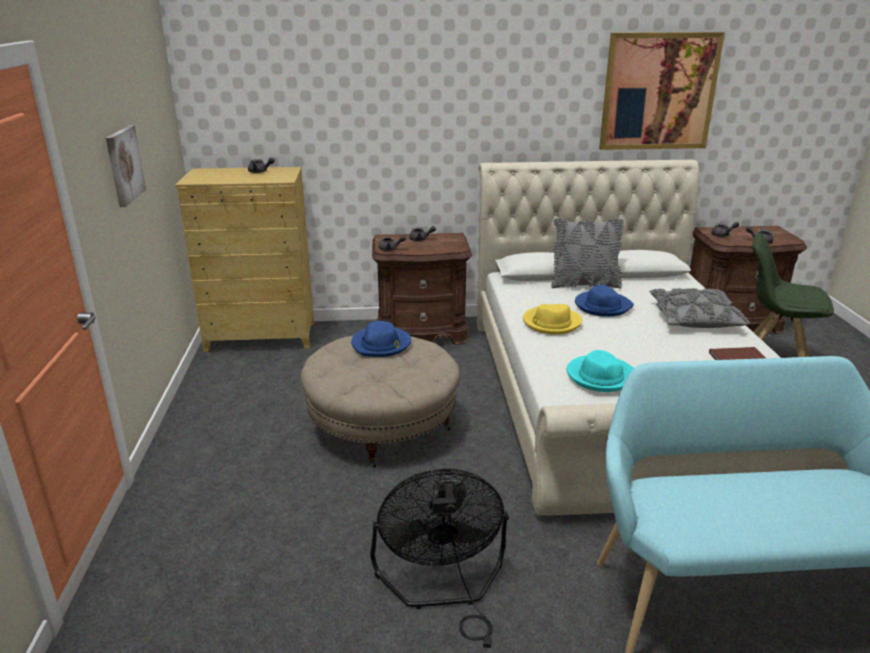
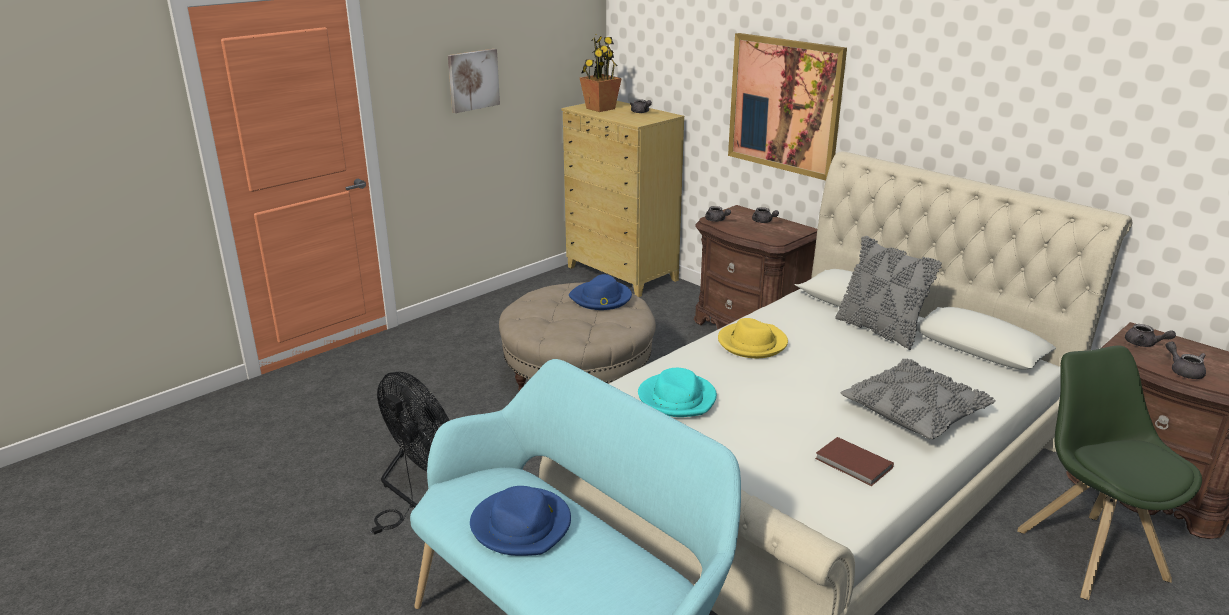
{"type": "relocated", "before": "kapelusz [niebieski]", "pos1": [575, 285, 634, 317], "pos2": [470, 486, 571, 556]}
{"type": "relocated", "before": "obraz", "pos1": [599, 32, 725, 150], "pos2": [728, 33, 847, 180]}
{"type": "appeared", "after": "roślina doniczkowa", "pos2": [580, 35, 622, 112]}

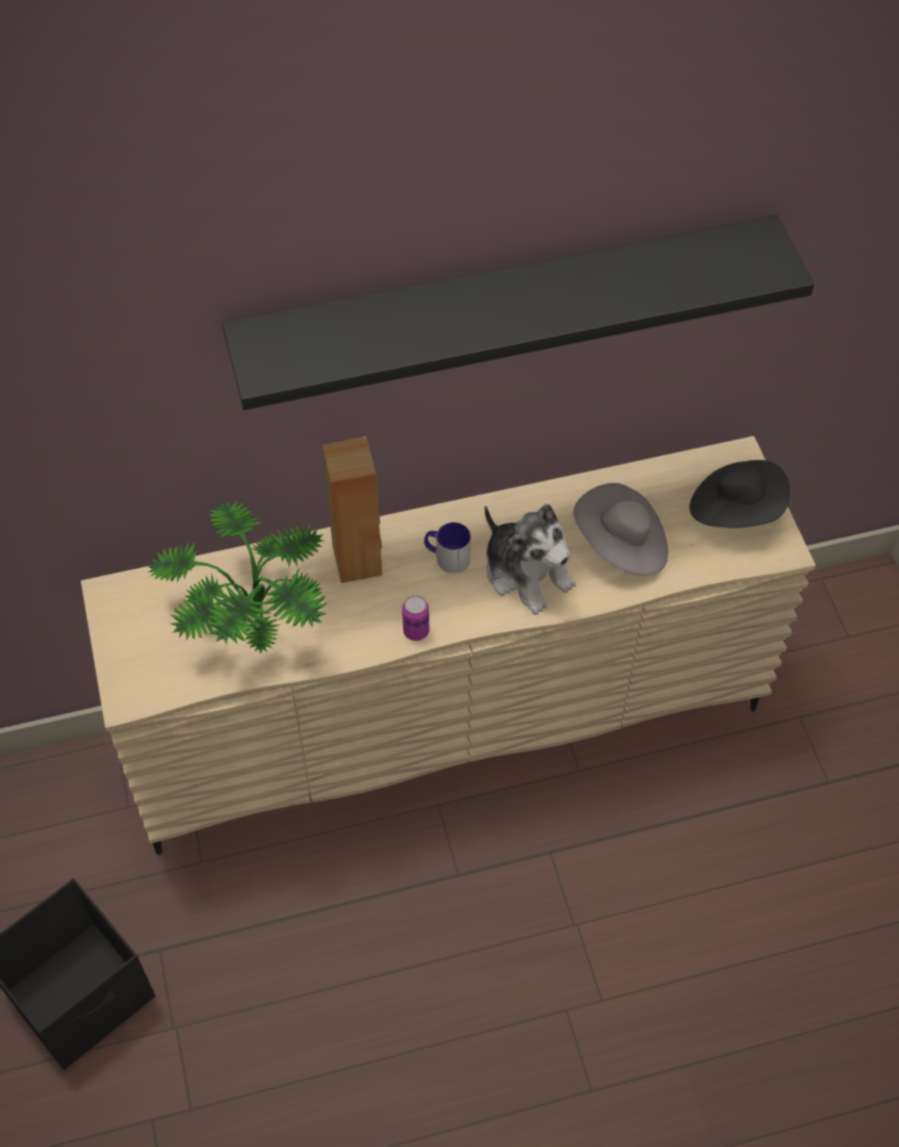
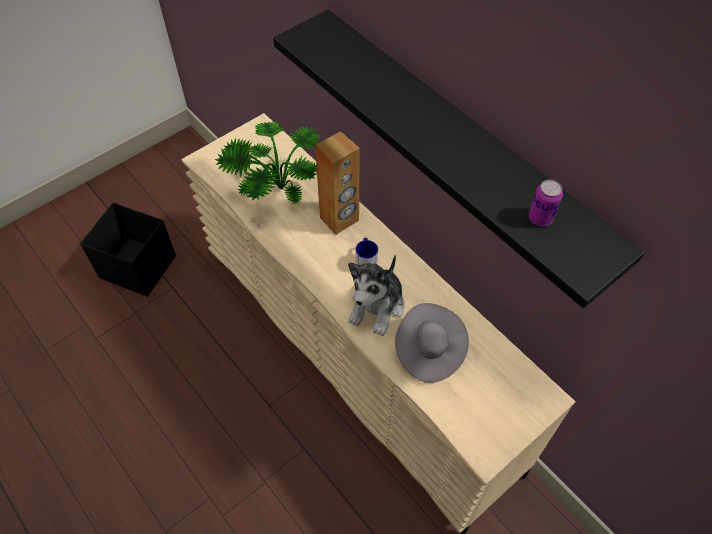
{"type": "relocated", "before": "puszka", "pos1": [402, 595, 429, 641], "pos2": [529, 180, 563, 226]}
{"type": "missing", "before": "kapelusz [czarny]", "pos1": [689, 460, 790, 528]}

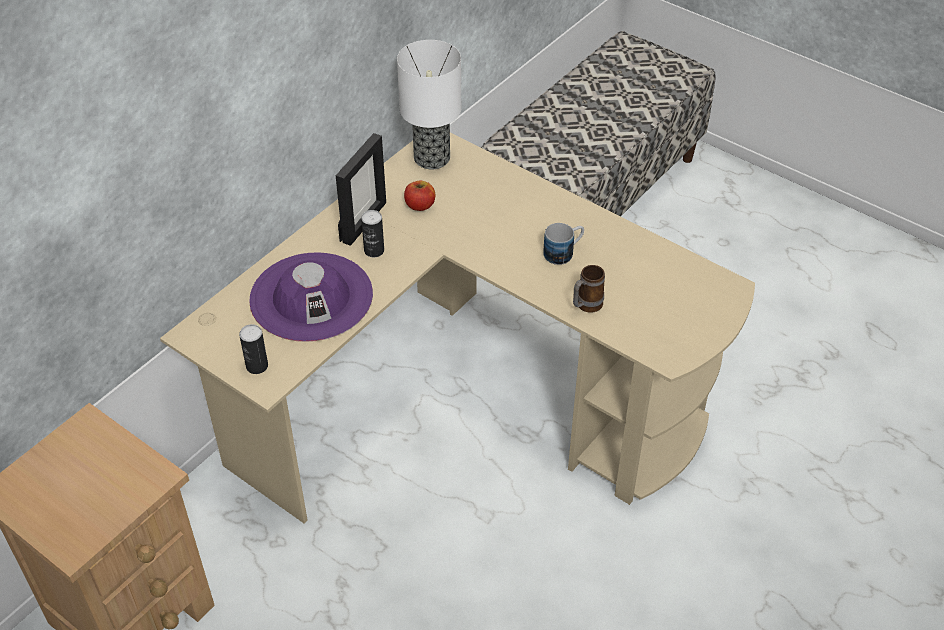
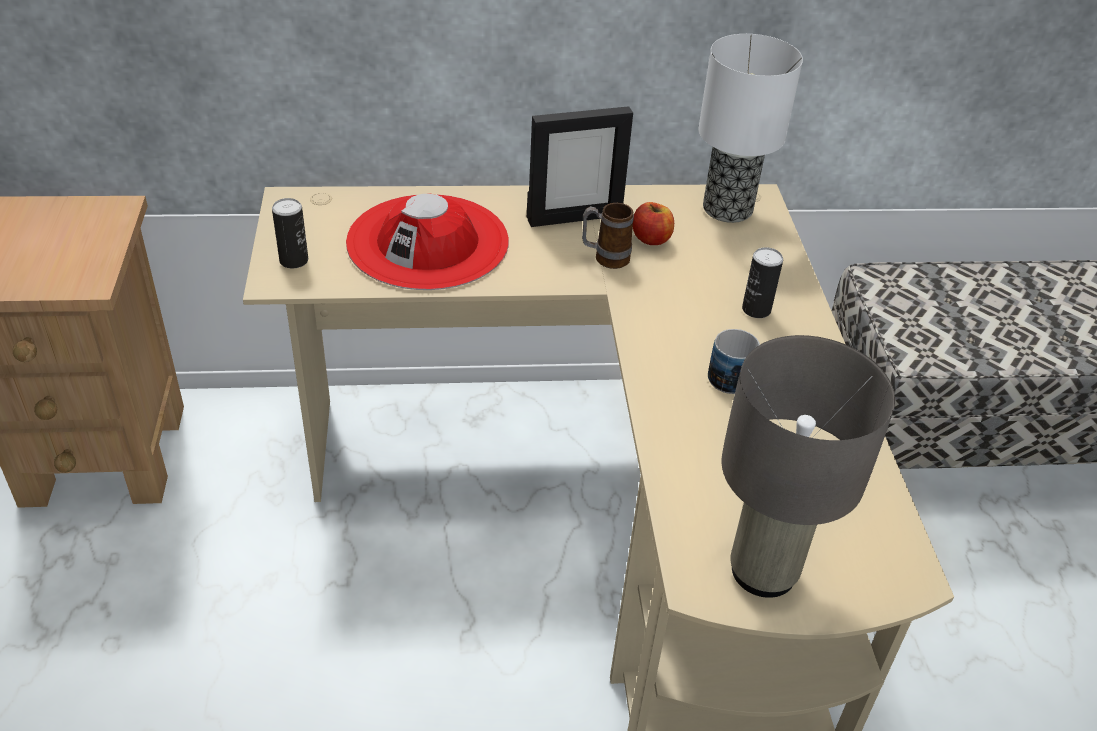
{"type": "colour", "before": "kapelusz [fioletowy]", "after": "kapelusz [czerwony]", "pos1": [249, 252, 373, 342], "pos2": [346, 194, 509, 290]}
{"type": "relocated", "before": "puszka", "pos1": [361, 210, 384, 257], "pos2": [742, 247, 783, 318]}
{"type": "relocated", "before": "kubek", "pos1": [573, 265, 605, 312], "pos2": [582, 203, 634, 269]}
{"type": "appeared", "after": "lampa stołowa [szary]", "pos2": [722, 335, 895, 598]}

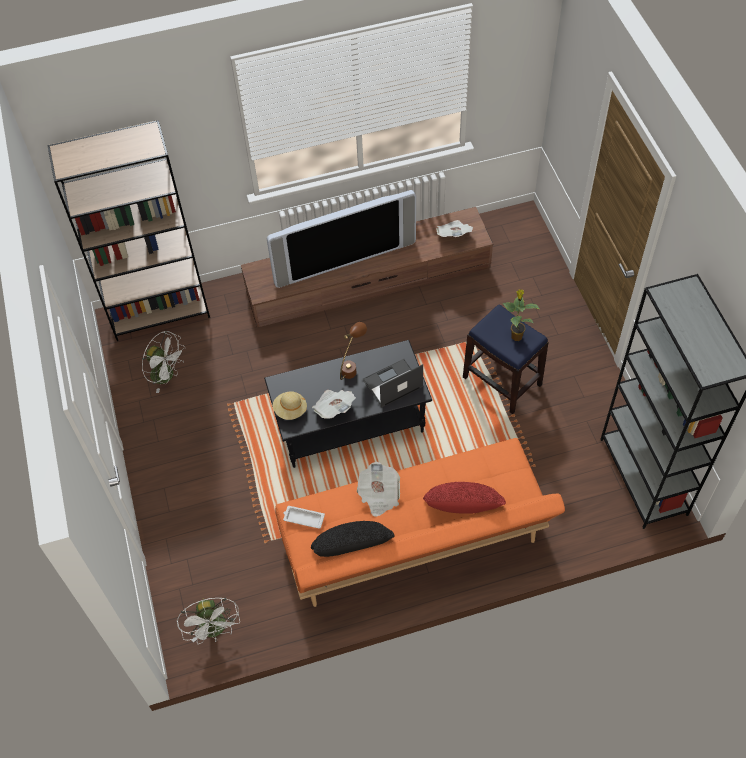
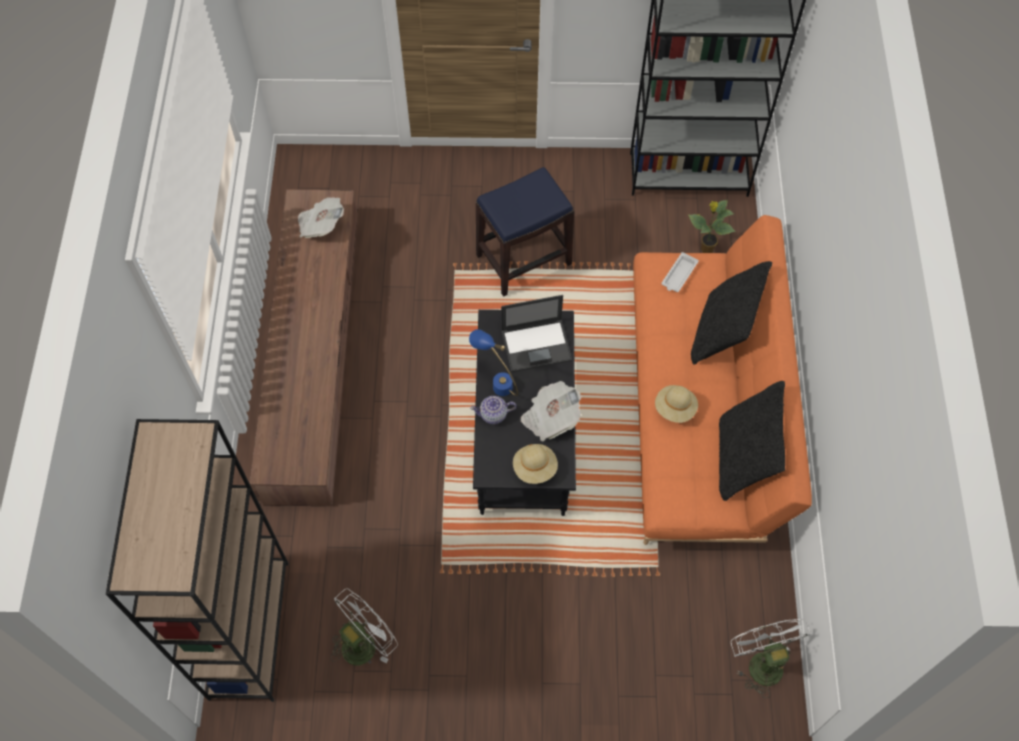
{"type": "spun", "before": "wentylator [biały]", "pos1": [177, 598, 240, 644], "pos2": [731, 619, 812, 698], "turn": -105}
{"type": "missing", "before": "telewizor", "pos1": [267, 190, 416, 288]}
{"type": "relocated", "before": "taca [biały]", "pos1": [283, 506, 325, 529], "pos2": [662, 252, 699, 292]}
{"type": "colour", "before": "lampa stołowa [brązowy]", "after": "lampa stołowa [niebieski]", "pos1": [340, 322, 367, 380], "pos2": [469, 329, 518, 396]}
{"type": "exchanged", "before": "gazeta", "after": "kapelusz [beżowy]", "pos1": [357, 462, 400, 517], "pos2": [655, 385, 698, 423]}
{"type": "spun", "before": "laptop", "pos1": [363, 359, 423, 407], "pos2": [501, 295, 572, 372], "turn": -90}
{"type": "colour", "before": "poduszka [czerwony]", "after": "poduszka [czarny]", "pos1": [423, 482, 506, 514], "pos2": [691, 261, 772, 365]}
{"type": "relocated", "before": "roślina doniczkowa", "pos1": [503, 289, 540, 341], "pos2": [688, 200, 736, 253]}
{"type": "appeared", "after": "imbryk", "pos2": [470, 396, 517, 424]}

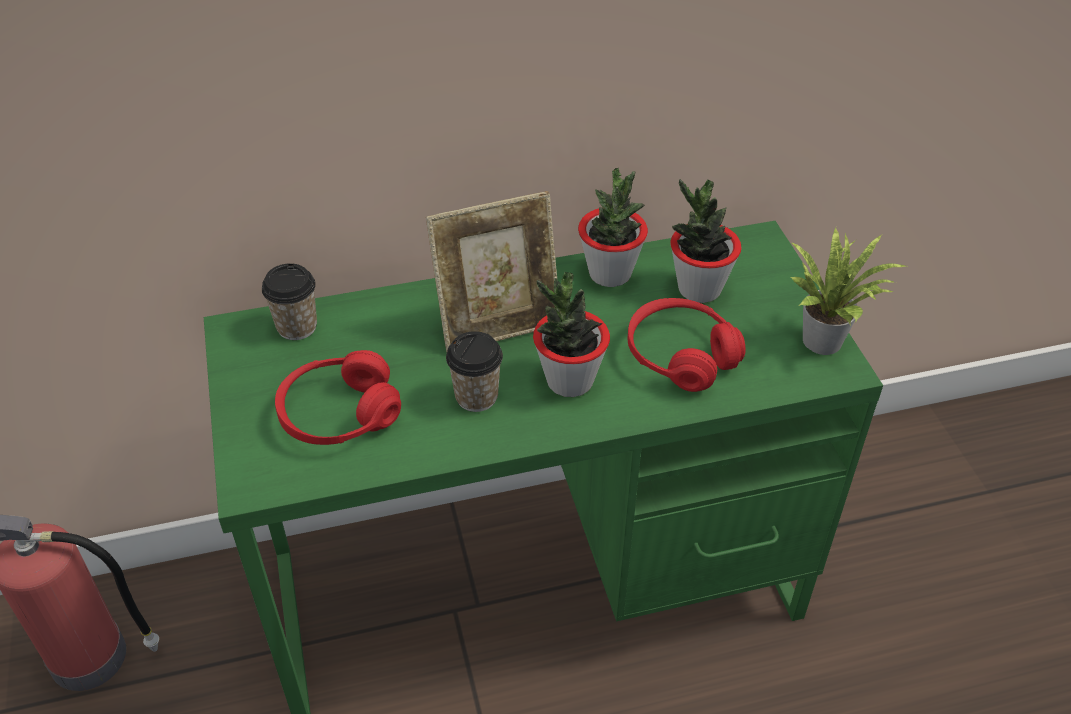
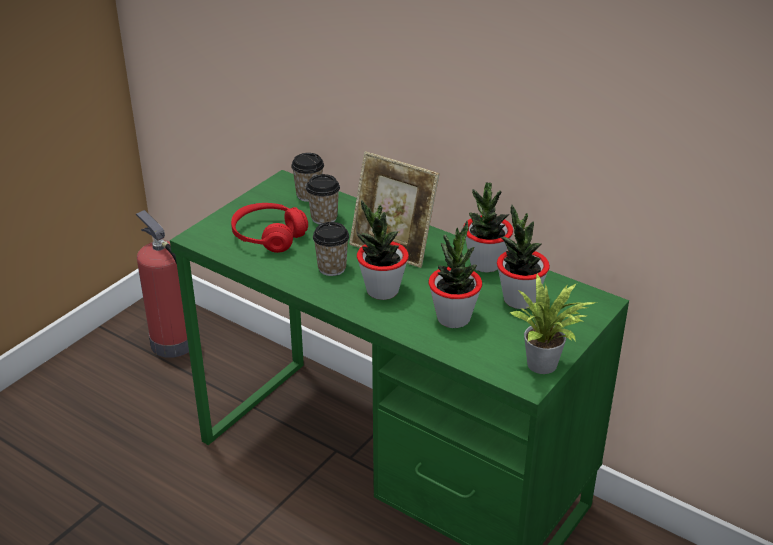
{"type": "exchanged", "before": "słuchawki [czerwony]", "after": "roślina doniczkowa", "pos1": [628, 298, 746, 392], "pos2": [429, 221, 482, 328]}
{"type": "appeared", "after": "filiżanka", "pos2": [306, 174, 340, 225]}

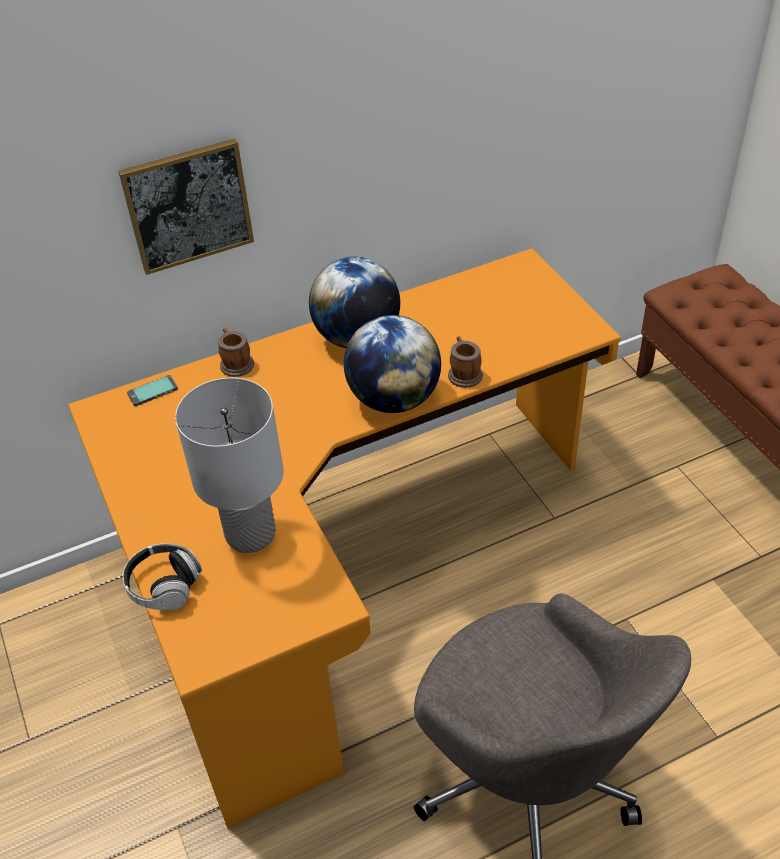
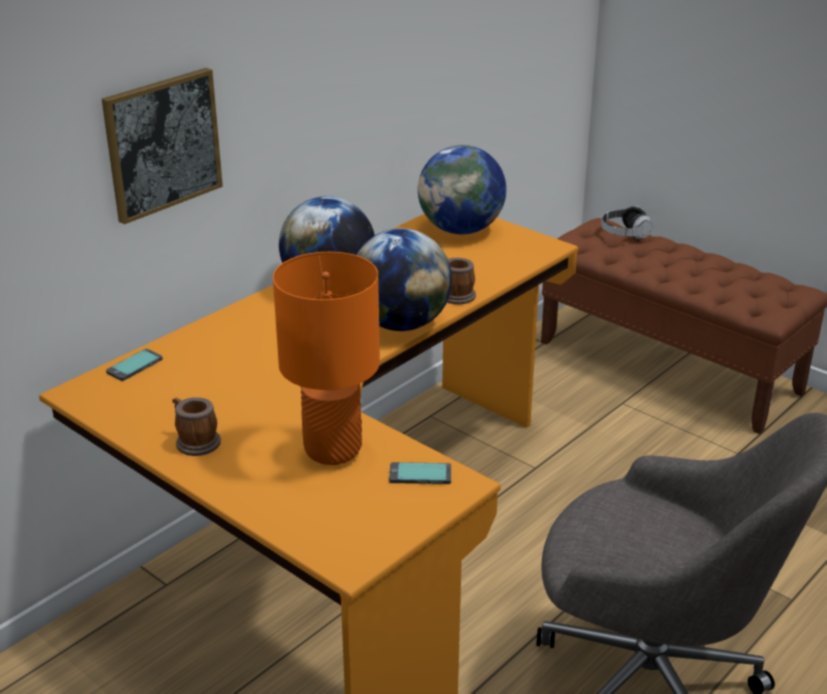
{"type": "relocated", "before": "słuchawki", "pos1": [123, 543, 202, 610], "pos2": [601, 206, 653, 239]}
{"type": "colour", "before": "lampa stołowa [szary]", "after": "lampa stołowa [pomarańczowy]", "pos1": [175, 378, 284, 553], "pos2": [273, 252, 380, 465]}
{"type": "relocated", "before": "kubek", "pos1": [218, 328, 254, 377], "pos2": [172, 397, 221, 456]}
{"type": "appeared", "after": "telefon", "pos2": [389, 462, 451, 484]}
{"type": "appeared", "after": "globus", "pos2": [418, 145, 506, 234]}

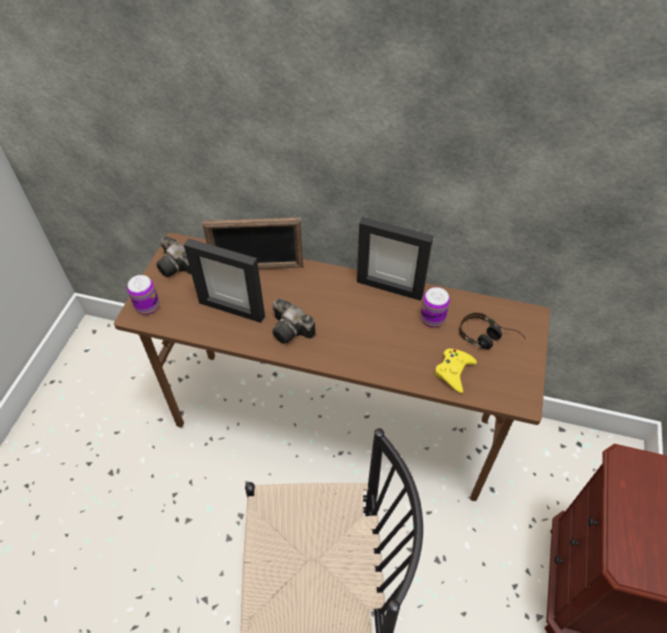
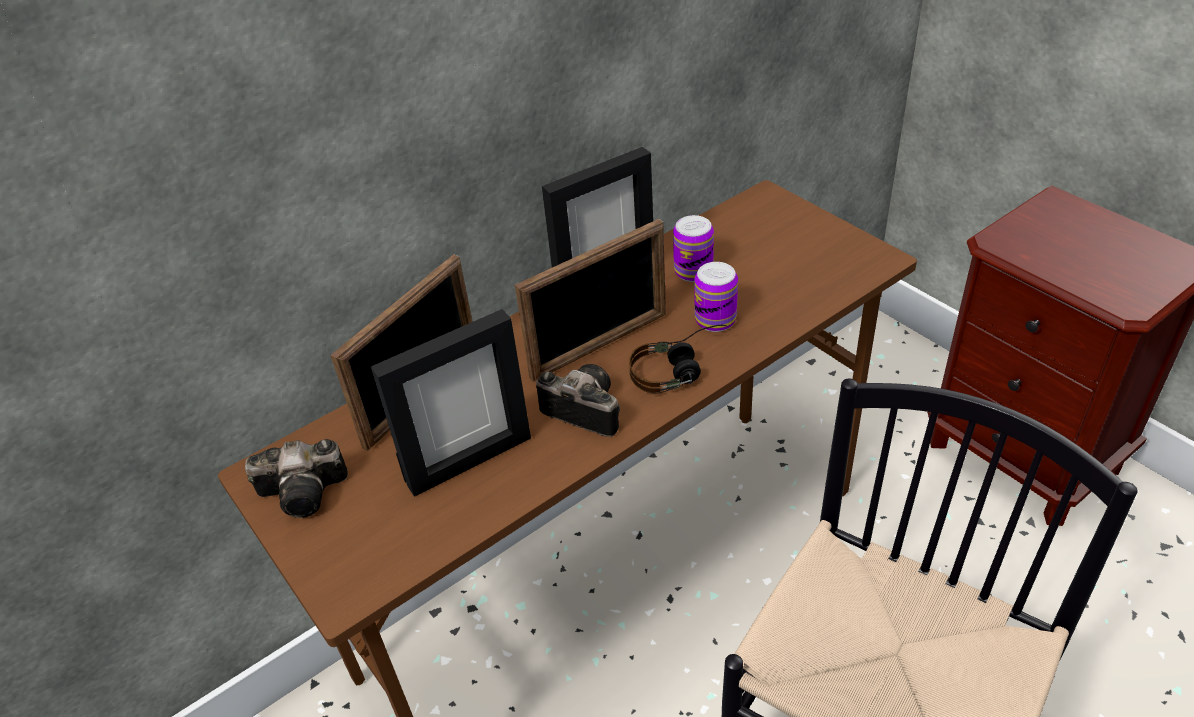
{"type": "relocated", "before": "puszka", "pos1": [127, 275, 160, 315], "pos2": [695, 262, 738, 332]}
{"type": "spun", "before": "aparat fotograficzny", "pos1": [272, 298, 316, 344], "pos2": [536, 364, 620, 437], "turn": -135}
{"type": "missing", "before": "pad do gier [żółty]", "pos1": [434, 349, 477, 393]}
{"type": "relocated", "before": "słuchawki", "pos1": [459, 312, 526, 349], "pos2": [629, 325, 727, 394]}
{"type": "appeared", "after": "ramka na zdjęcie", "pos2": [515, 219, 666, 382]}

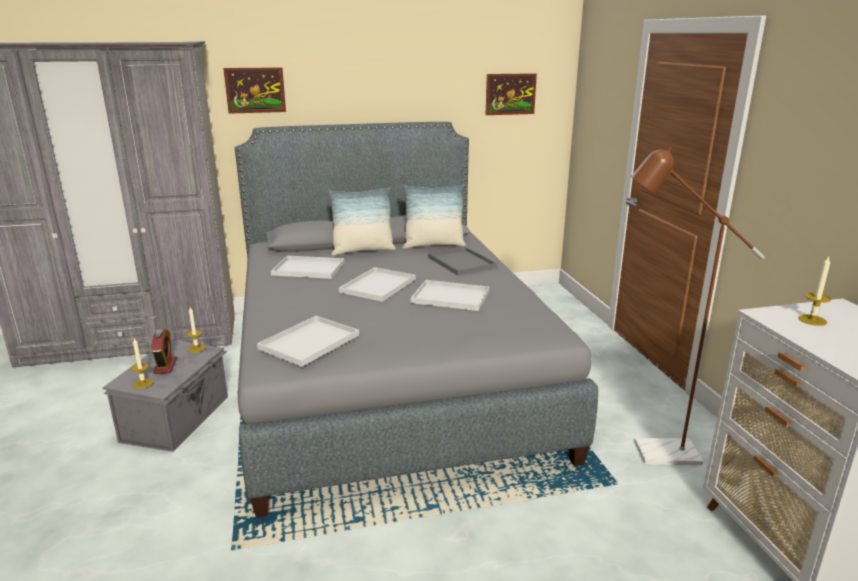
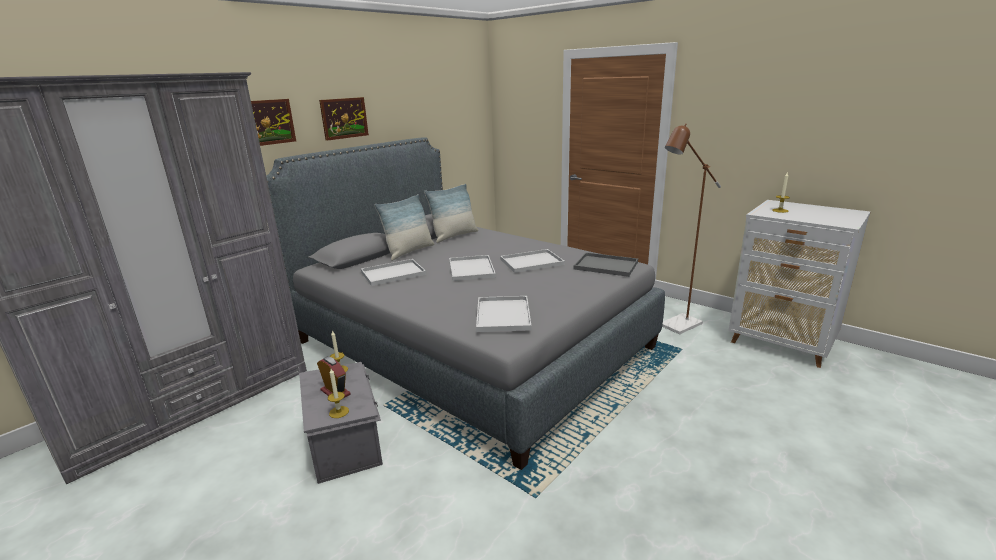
{"type": "relocated", "before": "taca [szary]", "pos1": [428, 247, 497, 275], "pos2": [574, 253, 638, 277]}
{"type": "relocated", "before": "obraz", "pos1": [486, 73, 537, 115], "pos2": [319, 97, 369, 141]}

